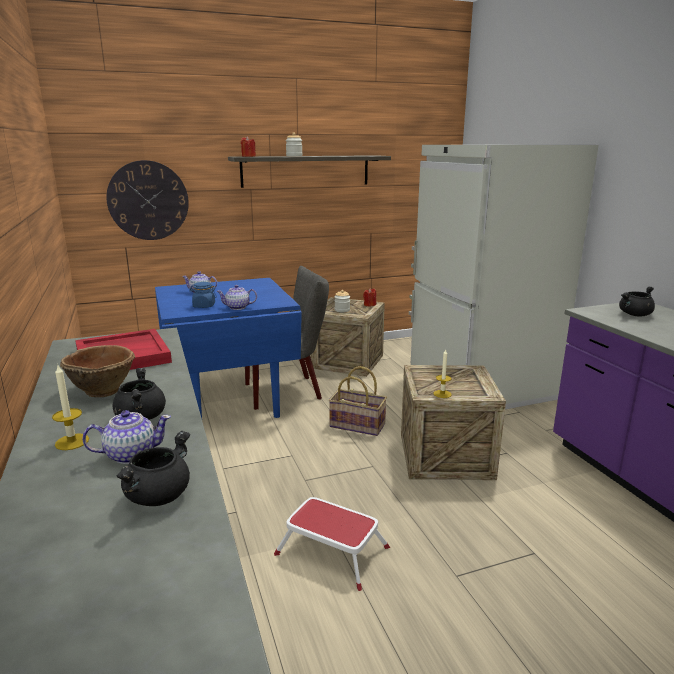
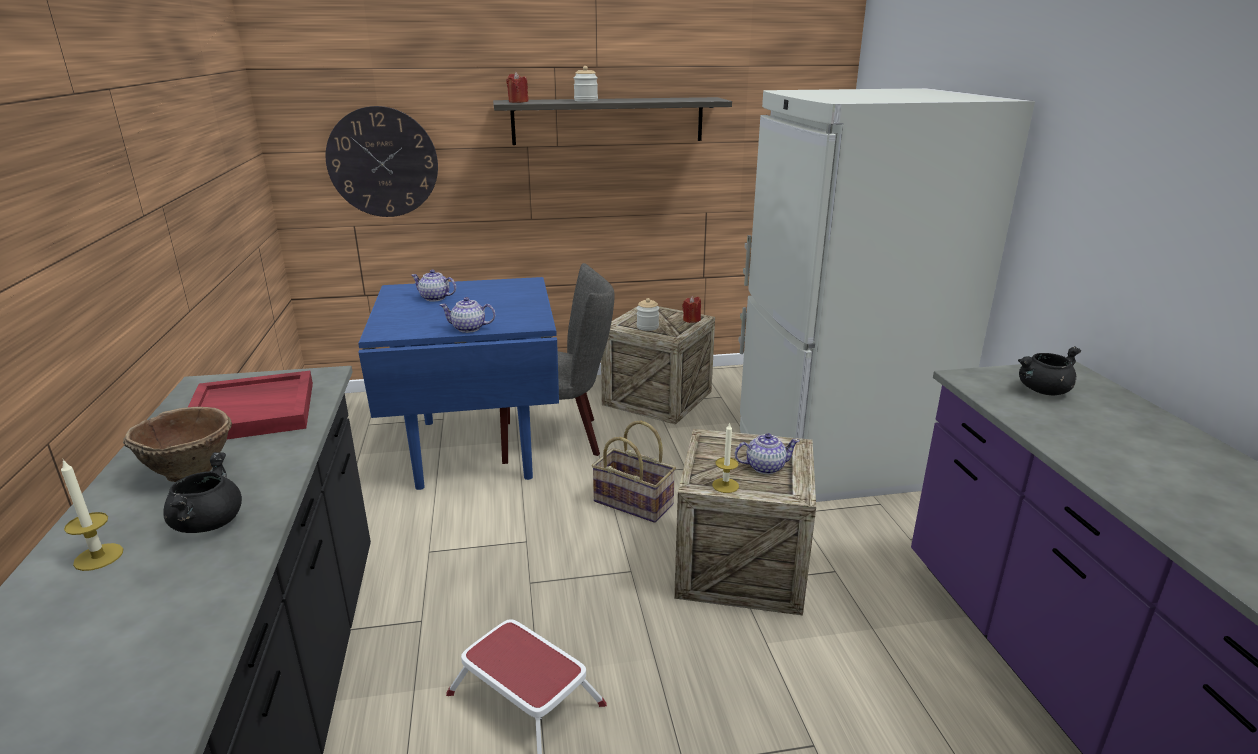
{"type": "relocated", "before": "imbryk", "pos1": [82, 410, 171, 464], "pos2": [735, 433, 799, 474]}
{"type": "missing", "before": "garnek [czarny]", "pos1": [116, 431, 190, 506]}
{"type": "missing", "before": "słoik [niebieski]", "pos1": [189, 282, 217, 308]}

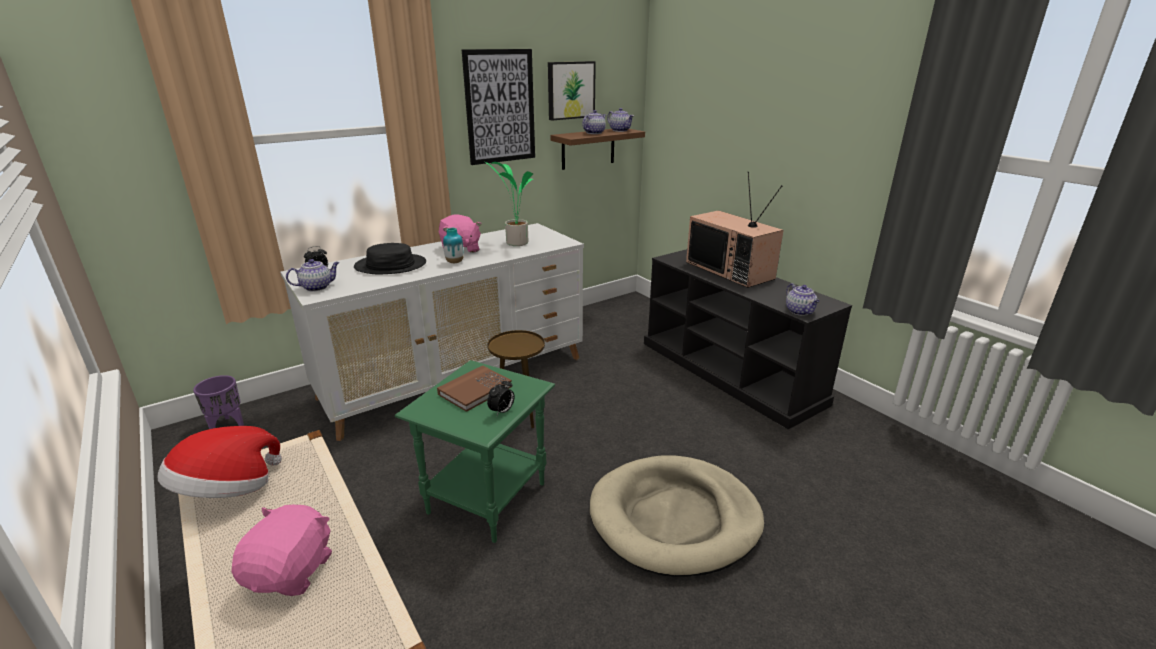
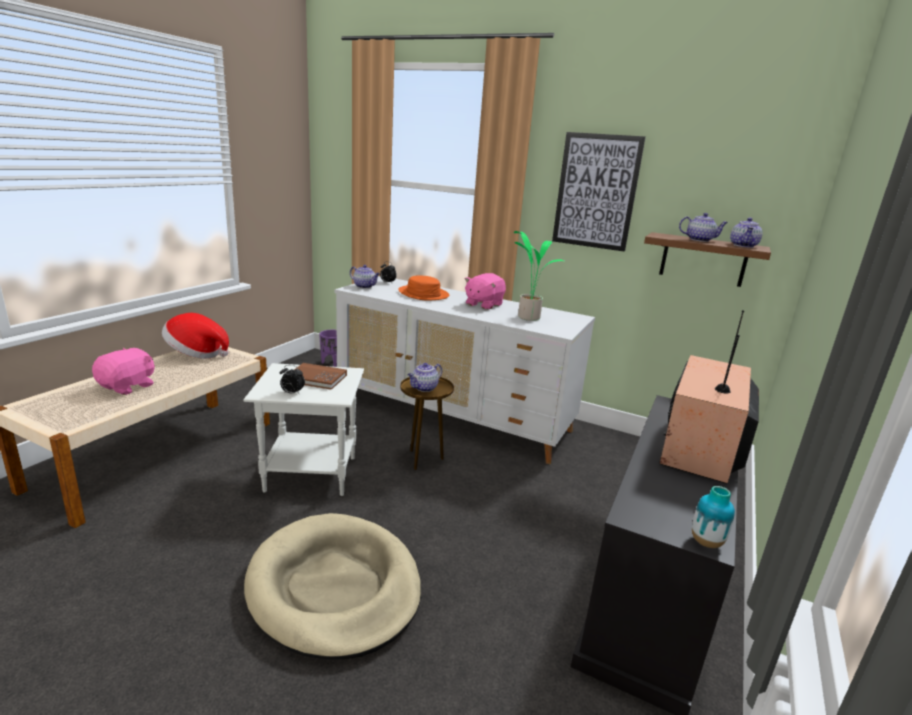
{"type": "spun", "before": "pluszak [różowy]", "pos1": [231, 505, 332, 596], "pos2": [92, 348, 155, 395], "turn": -45}
{"type": "colour", "before": "kapelusz [czarny]", "after": "kapelusz [pomarańczowy]", "pos1": [354, 243, 426, 275], "pos2": [398, 276, 449, 300]}
{"type": "colour", "before": "stolik [zielony]", "after": "stolik [biały]", "pos1": [395, 360, 555, 543], "pos2": [243, 363, 364, 496]}
{"type": "relocated", "before": "wazon", "pos1": [443, 228, 464, 263], "pos2": [692, 486, 735, 548]}
{"type": "missing", "before": "obraz", "pos1": [548, 61, 596, 121]}
{"type": "relocated", "before": "imbryk", "pos1": [786, 283, 820, 316], "pos2": [408, 363, 442, 392]}

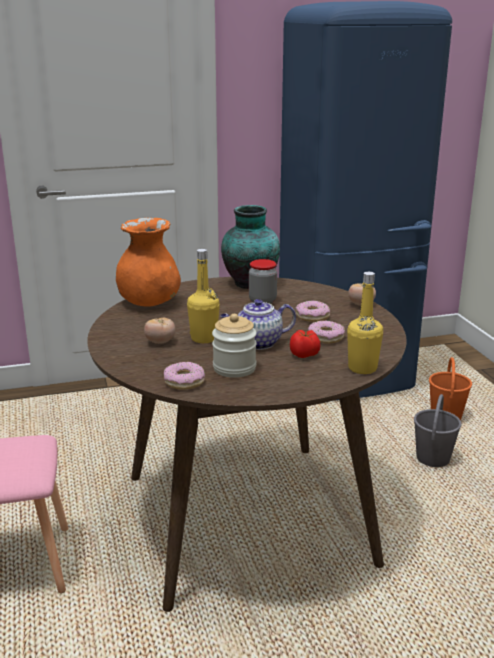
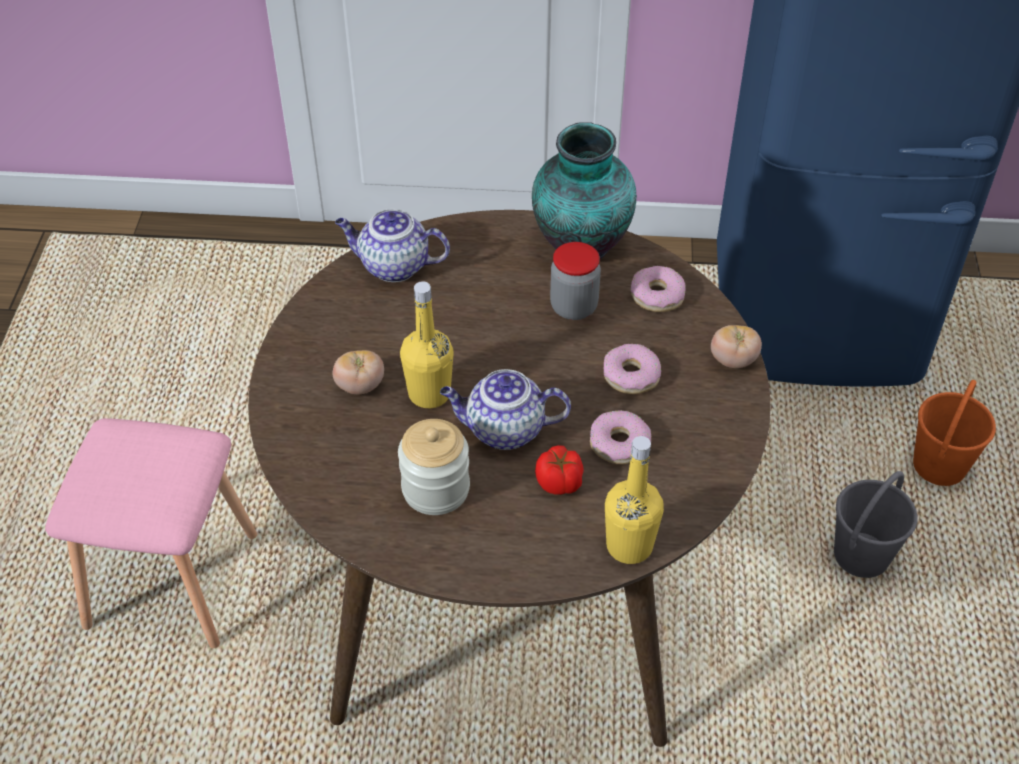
{"type": "exchanged", "before": "wazon [pomarańczowy]", "after": "imbryk", "pos1": [116, 218, 181, 307], "pos2": [335, 209, 450, 282]}
{"type": "relocated", "before": "donut", "pos1": [164, 362, 205, 390], "pos2": [631, 266, 686, 312]}

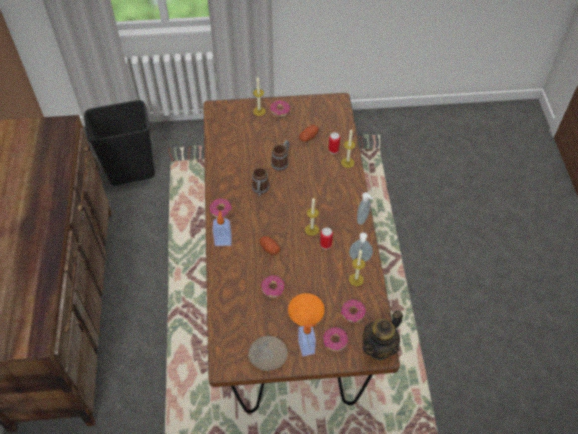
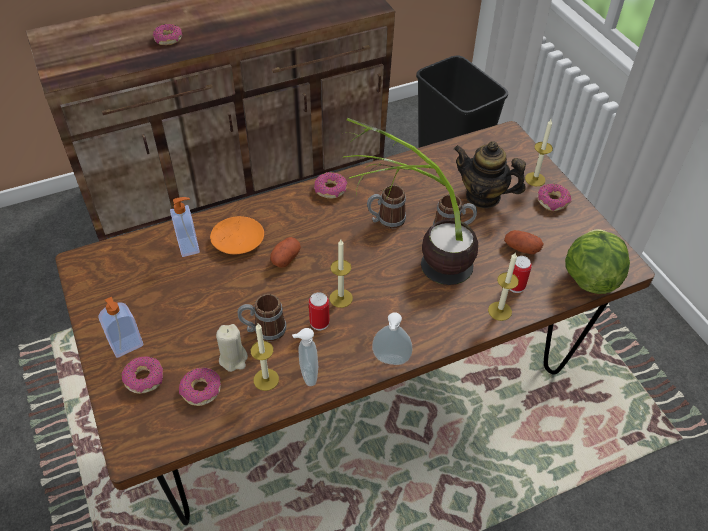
{"type": "relocated", "before": "dozownik mydła", "pos1": [213, 211, 232, 246], "pos2": [170, 197, 200, 257]}
{"type": "missing", "before": "talerz [beżowy]", "pos1": [248, 336, 288, 371]}
{"type": "relocated", "before": "donut", "pos1": [261, 275, 285, 298], "pos2": [153, 24, 182, 45]}
{"type": "relocated", "before": "talerz [pomarańczowy]", "pos1": [288, 293, 325, 326], "pos2": [210, 216, 264, 255]}
{"type": "relocated", "before": "imbryk", "pos1": [362, 310, 403, 360], "pos2": [454, 141, 526, 208]}
{"type": "appeared", "after": "świeca [beżowy]", "pos2": [216, 324, 248, 372]}
{"type": "appeared", "after": "kubek", "pos2": [238, 294, 286, 341]}
{"type": "appeared", "after": "roślina doniczkowa", "pos2": [343, 118, 478, 285]}
{"type": "appeared", "after": "sałata", "pos2": [565, 229, 630, 294]}

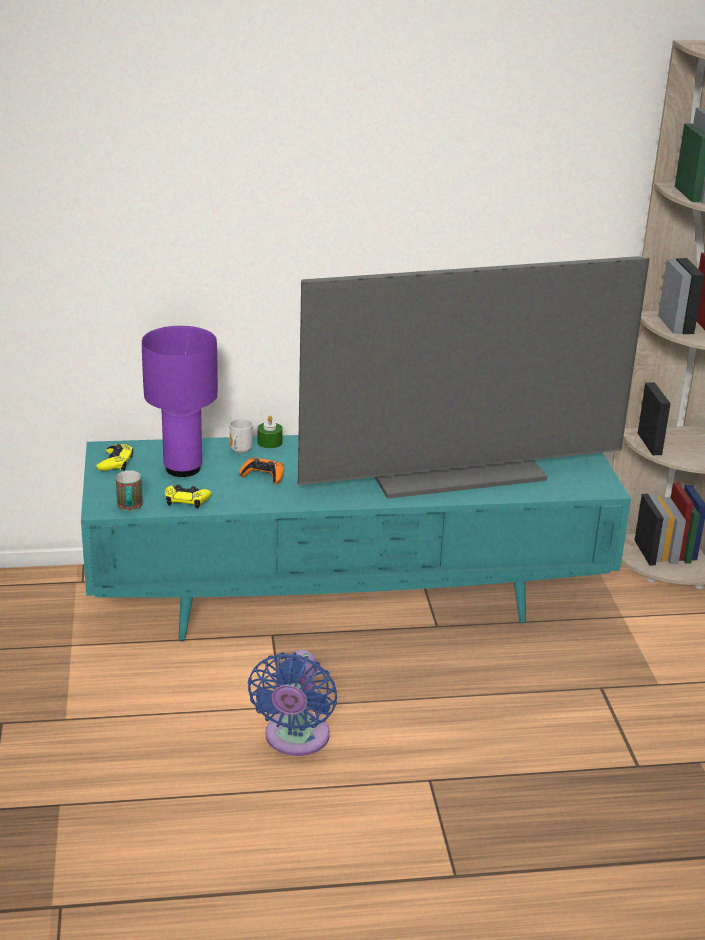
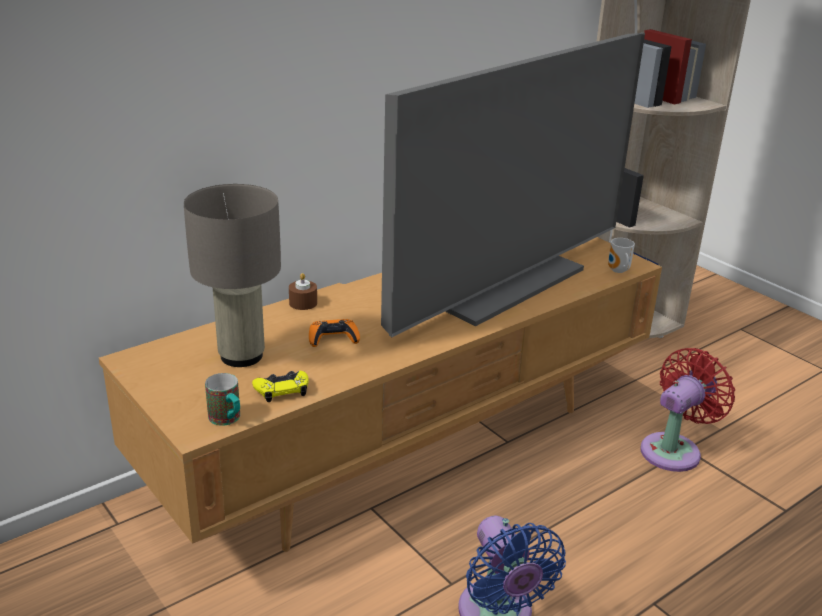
{"type": "colour", "before": "szafka pod telewizor [turkusowy]", "after": "szafka pod telewizor [beżowy]", "pos1": [81, 435, 631, 641], "pos2": [99, 237, 662, 552]}
{"type": "missing", "before": "pad do gier [żółty]", "pos1": [96, 444, 133, 471]}
{"type": "colour", "before": "lampa stołowa [fioletowy]", "after": "lampa stołowa [szary]", "pos1": [142, 326, 218, 477], "pos2": [184, 184, 281, 367]}
{"type": "relocated", "before": "kubek", "pos1": [230, 419, 253, 454], "pos2": [608, 238, 635, 273]}
{"type": "colour", "before": "świeca [zielony]", "after": "świeca [brązowy]", "pos1": [257, 416, 283, 449], "pos2": [289, 273, 317, 310]}
{"type": "appeared", "after": "wentylator [czerwony]", "pos2": [641, 348, 735, 472]}

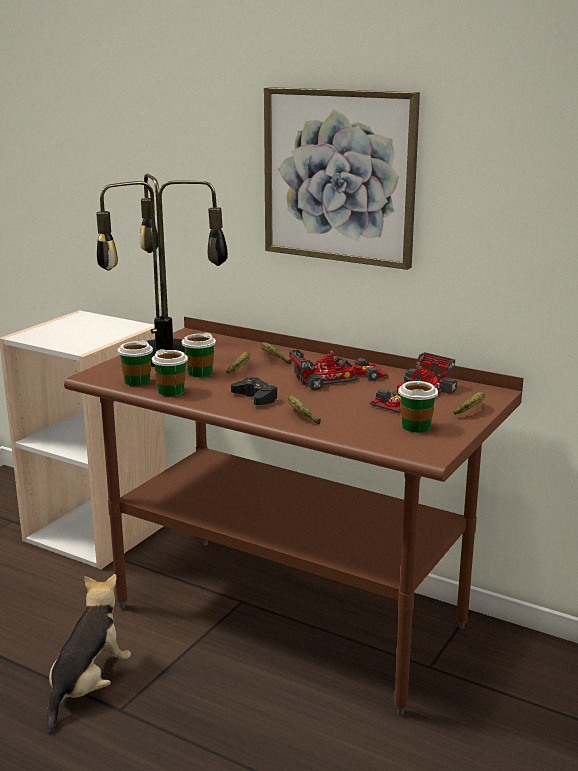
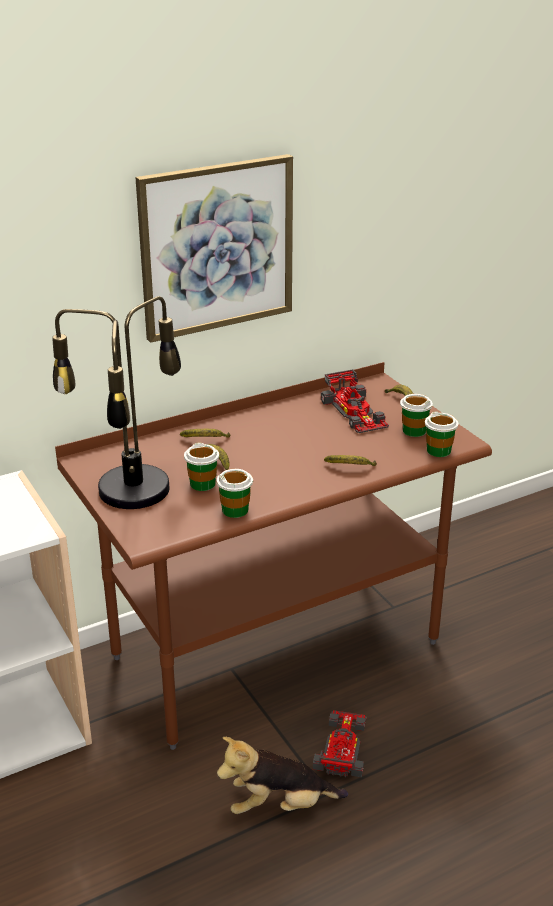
{"type": "spun", "before": "pluszak", "pos1": [47, 574, 131, 734], "pos2": [217, 737, 348, 814], "turn": -60}
{"type": "relocated", "before": "filiżanka", "pos1": [118, 340, 153, 386], "pos2": [425, 411, 459, 457]}
{"type": "missing", "before": "pad do gier [czarny]", "pos1": [231, 377, 278, 405]}
{"type": "relocated", "before": "samochodzik", "pos1": [289, 349, 389, 390], "pos2": [313, 710, 367, 777]}

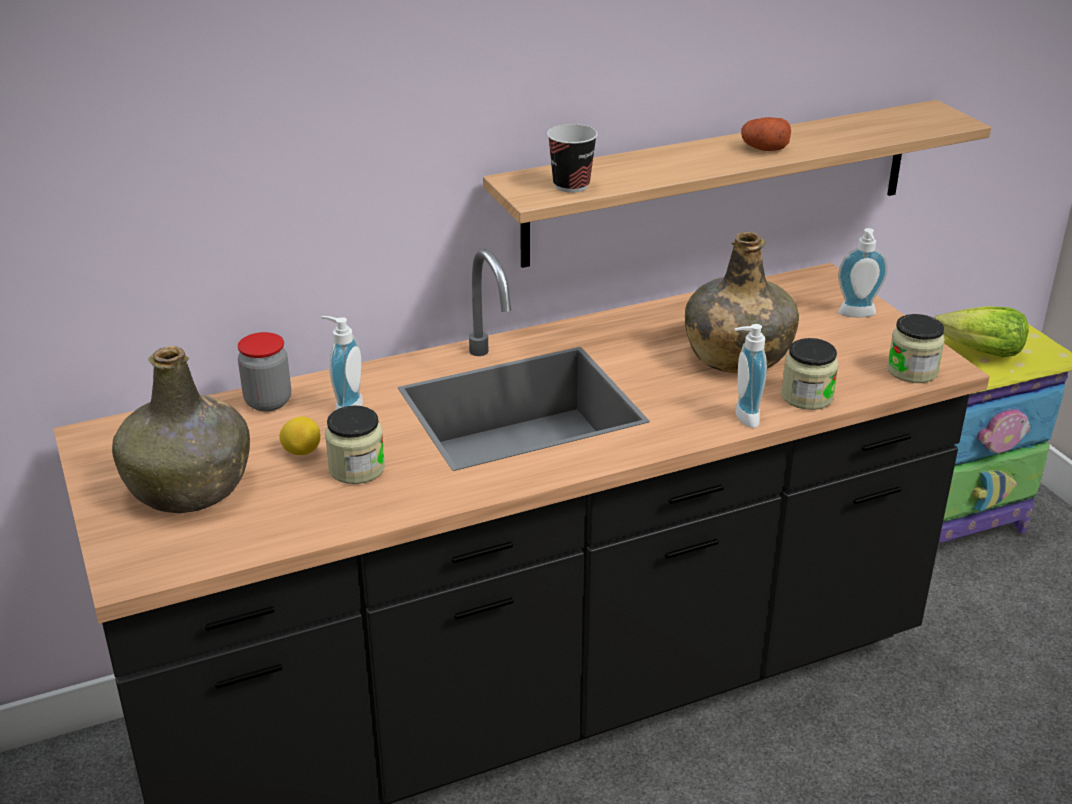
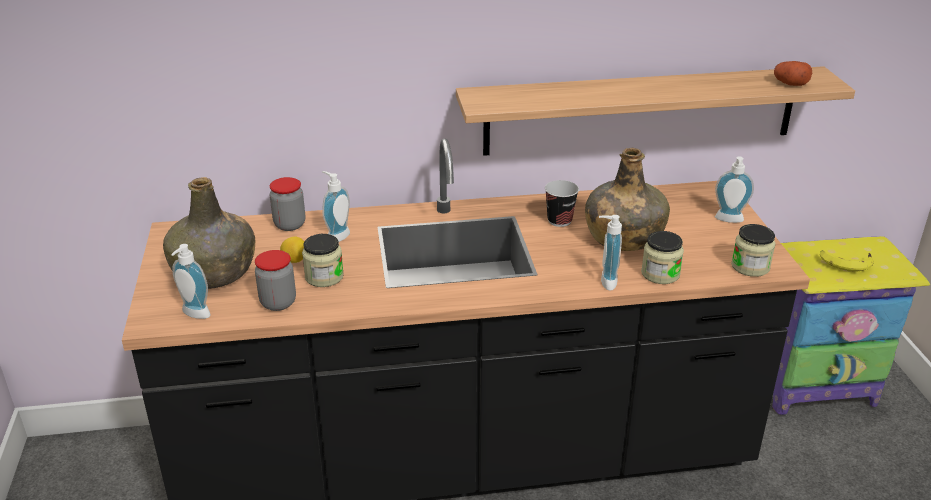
{"type": "relocated", "before": "filiżanka", "pos1": [547, 124, 598, 193], "pos2": [545, 180, 579, 227]}
{"type": "relocated", "before": "ziemniak", "pos1": [741, 117, 791, 151], "pos2": [774, 61, 812, 86]}
{"type": "exchanged", "before": "sałata", "after": "banan", "pos1": [935, 306, 1029, 357], "pos2": [820, 250, 874, 272]}
{"type": "appeared", "after": "dozownik mydła", "pos2": [171, 244, 210, 319]}
{"type": "appeared", "after": "słoik", "pos2": [255, 250, 296, 311]}

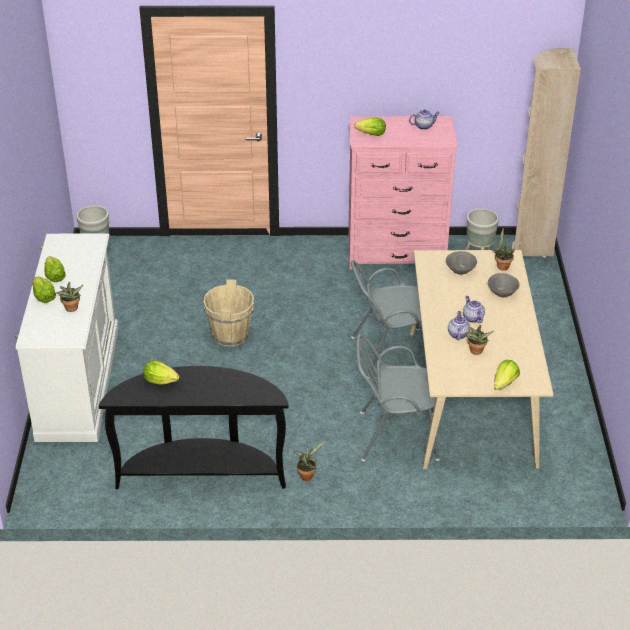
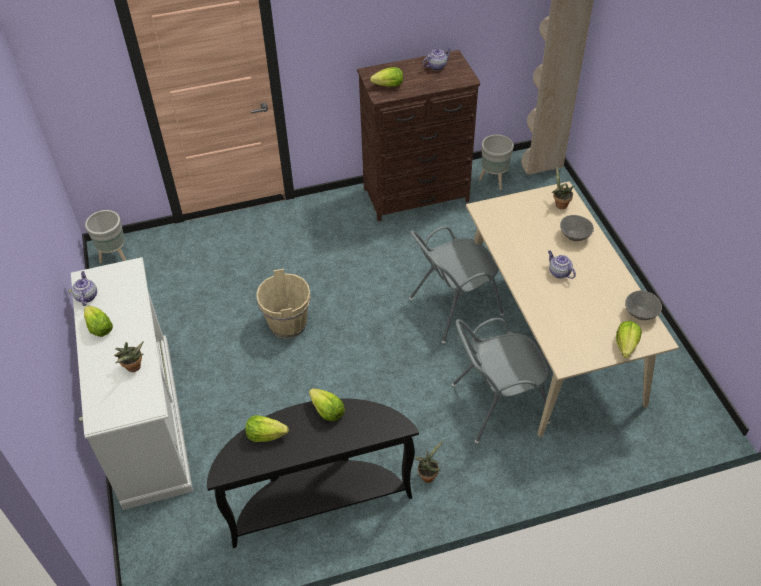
{"type": "relocated", "before": "sałata", "pos1": [32, 276, 56, 303], "pos2": [309, 388, 345, 421]}
{"type": "colour", "before": "komoda [różowy]", "after": "komoda [brązowy]", "pos1": [348, 116, 458, 270], "pos2": [357, 50, 480, 222]}
{"type": "relocated", "before": "miska [szary]", "pos1": [446, 251, 477, 275], "pos2": [625, 290, 662, 320]}
{"type": "relocated", "before": "imbryk", "pos1": [448, 311, 470, 340], "pos2": [72, 271, 97, 306]}
{"type": "missing", "before": "roślina doniczkowa", "pos1": [466, 325, 494, 355]}

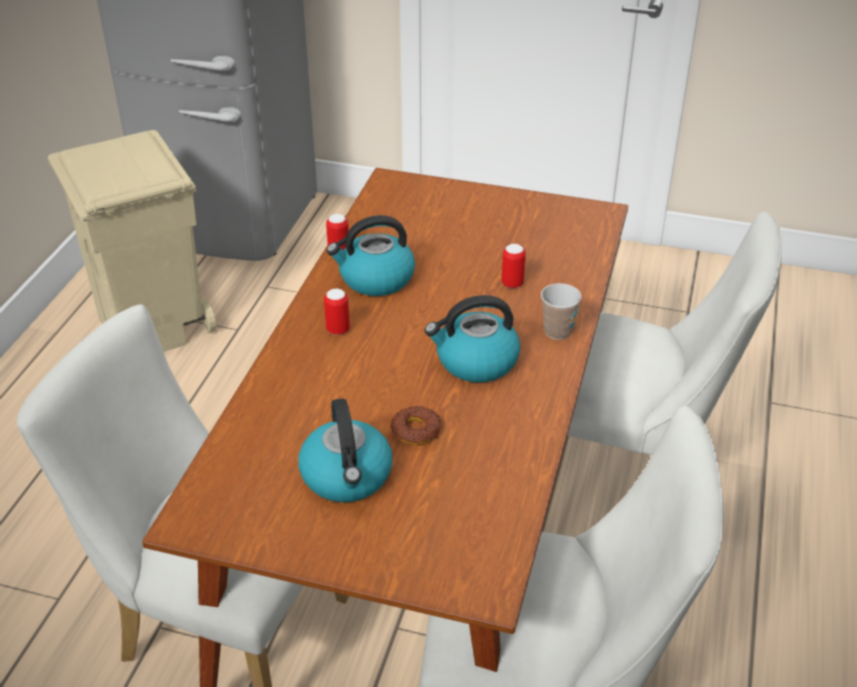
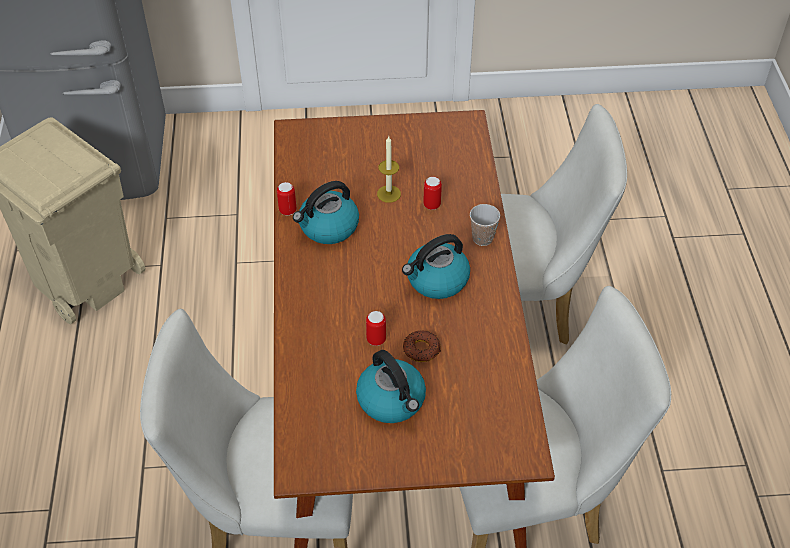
{"type": "relocated", "before": "puszka", "pos1": [324, 289, 350, 335], "pos2": [366, 311, 386, 346]}
{"type": "appeared", "after": "świeca", "pos2": [377, 135, 401, 203]}

